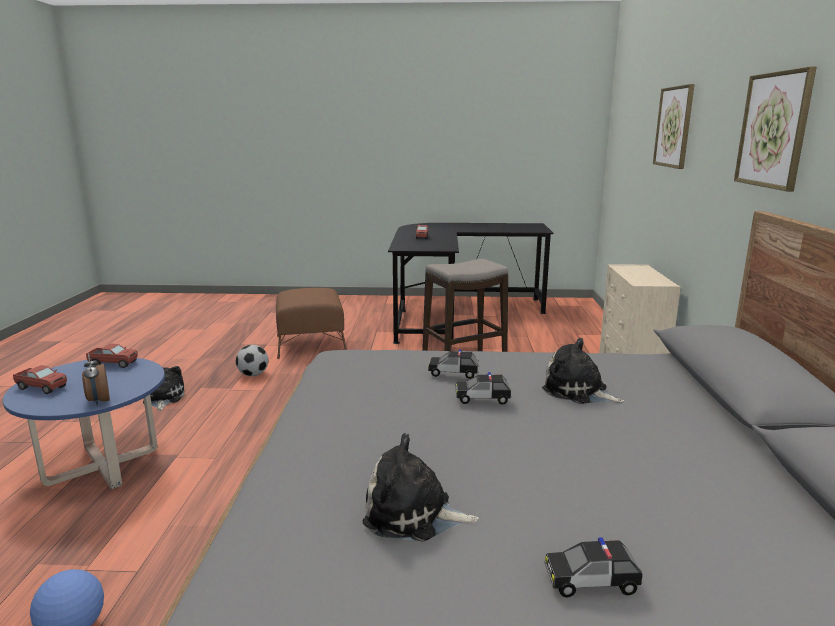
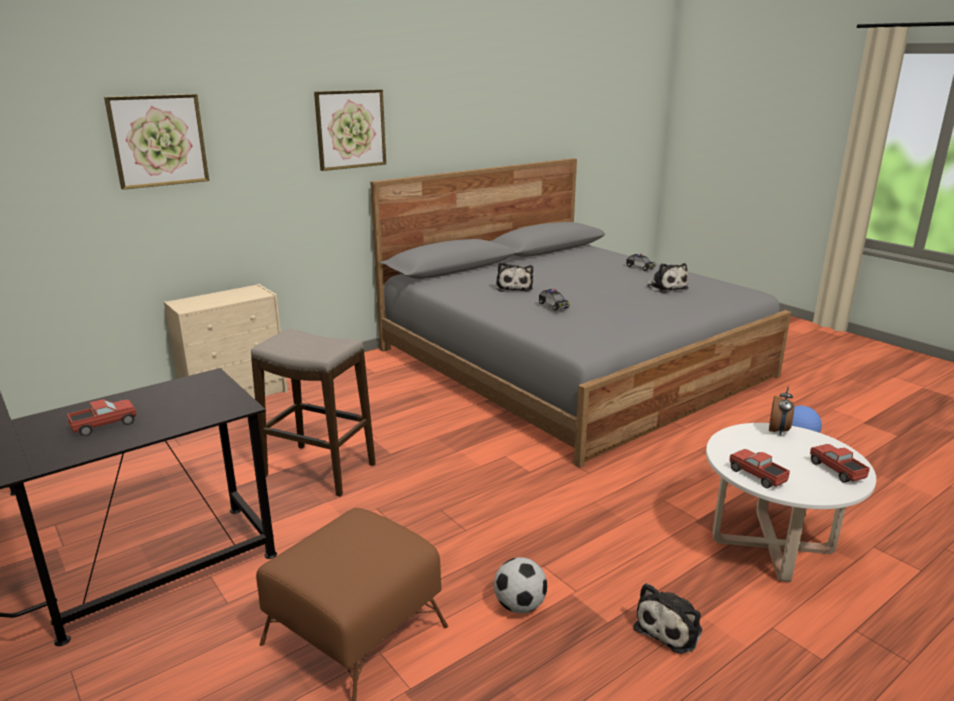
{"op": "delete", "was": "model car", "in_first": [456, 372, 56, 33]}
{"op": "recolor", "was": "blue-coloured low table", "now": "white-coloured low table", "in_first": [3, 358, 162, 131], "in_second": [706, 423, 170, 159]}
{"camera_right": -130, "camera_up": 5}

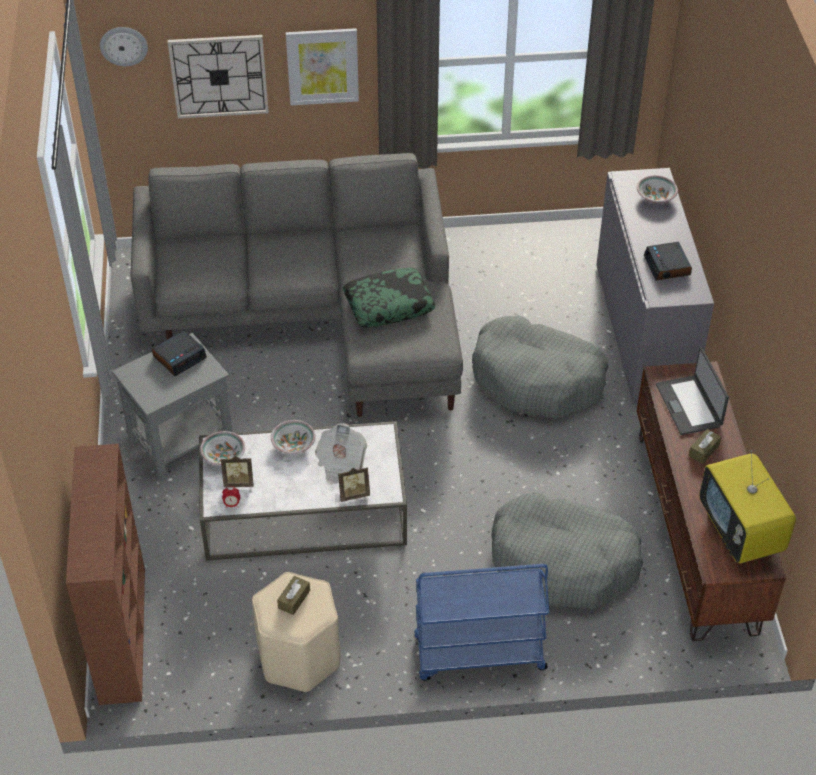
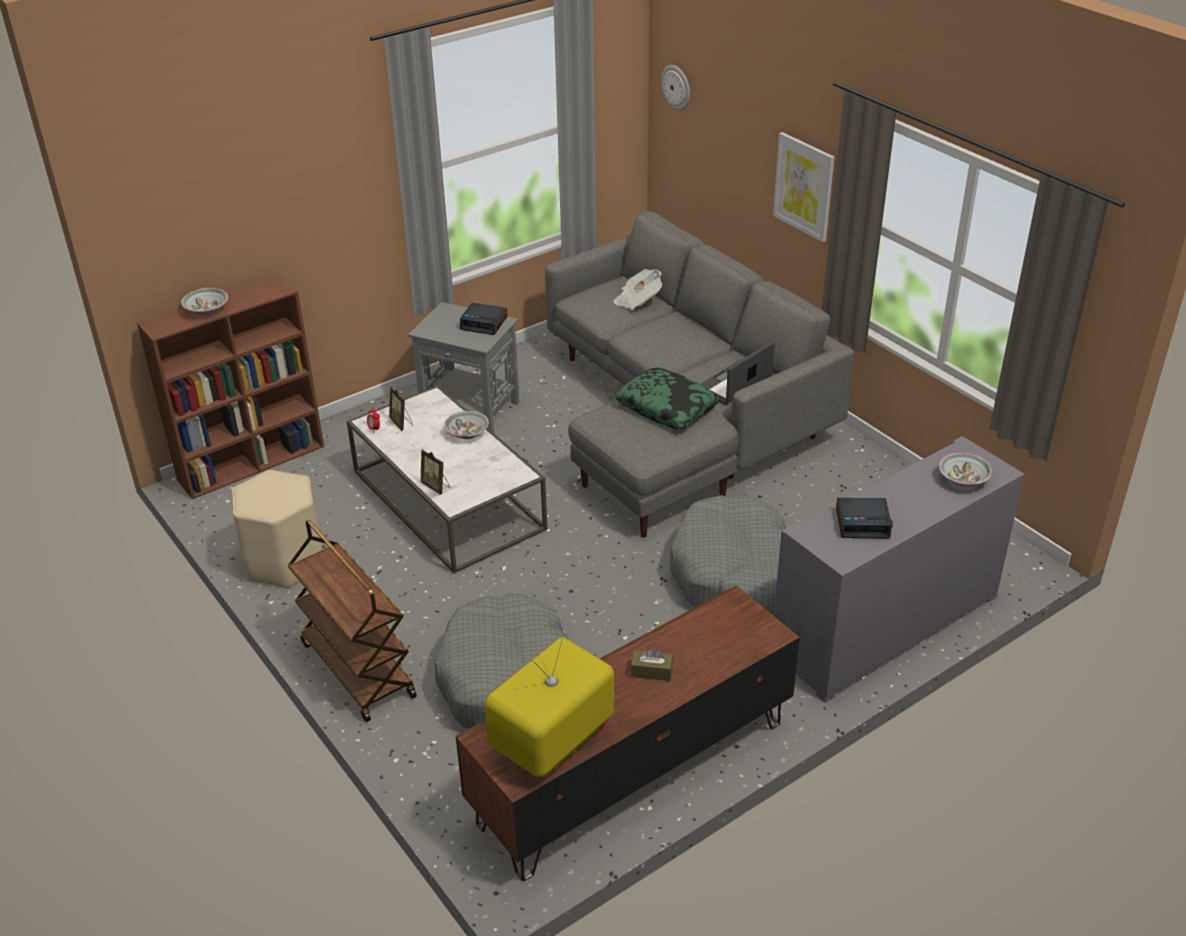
{"op": "delete", "was": "hanging clock", "in_first": [168, 35, 101, 84]}
{"op": "delete", "was": "brownish tissue holder", "in_first": [277, 576, 33, 39]}
{"op": "move", "was": "serving bowl", "in_first": [200, 431, 45, 35], "in_second": [181, 288, 47, 28]}
{"op": "move", "was": "newspaper", "in_first": [315, 423, 52, 61], "in_second": [614, 269, 48, 41]}
{"op": "move", "was": "portable computer", "in_first": [656, 347, 73, 88], "in_second": [701, 341, 74, 64]}
{"op": "recolor", "was": "blue-coloured cart", "now": "brownish cart", "in_first": [414, 564, 135, 117], "in_second": [288, 520, 129, 202]}
{"op": "rotate", "was": "alarm clock", "in_first": [644, 242, 48, 38], "in_second": [836, 498, 57, 40], "clockwise": -135}
{"camera_right": 60, "camera_up": -10}

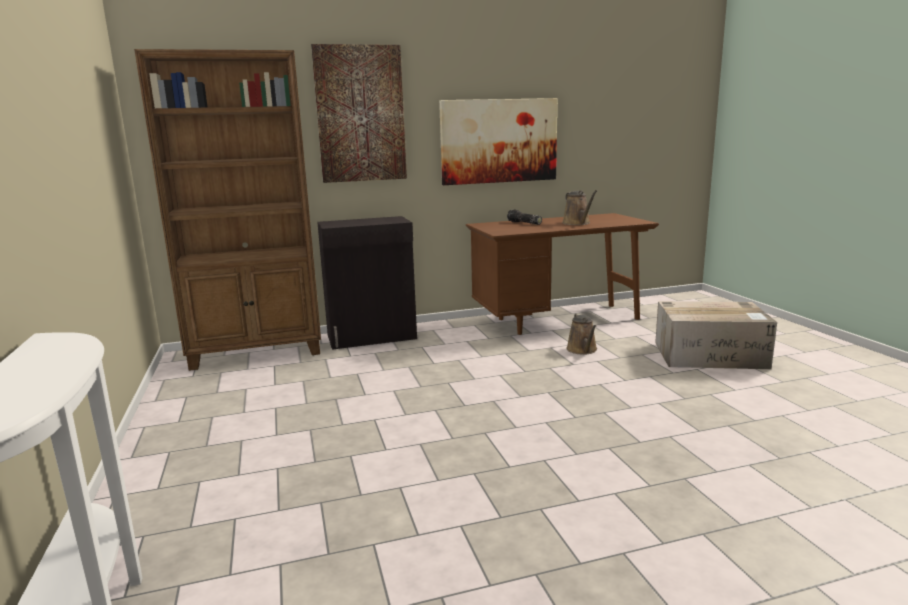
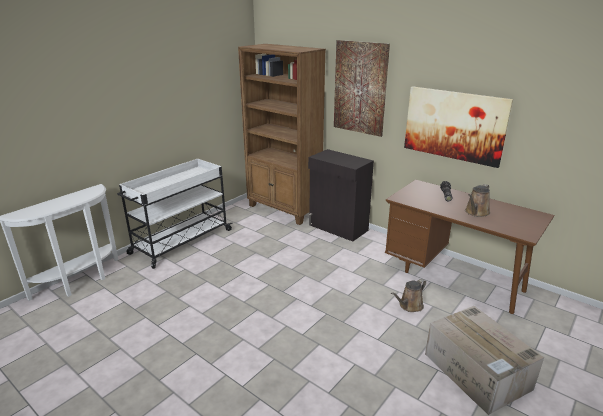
{"op": "insert", "now": "white-coloured cart", "in_second": [117, 159, 115, 110]}
{"camera_right": 55, "camera_up": 10}

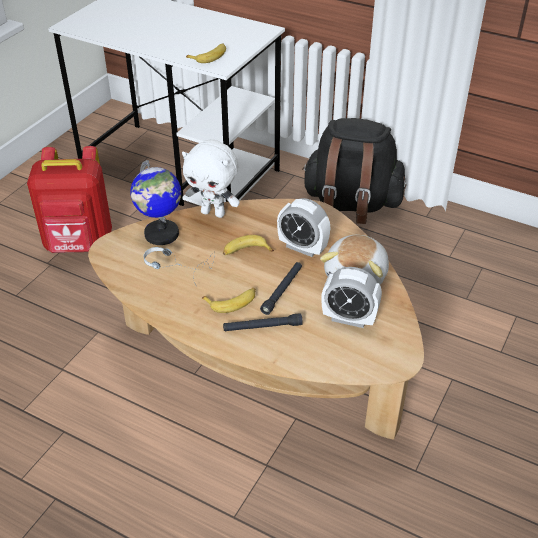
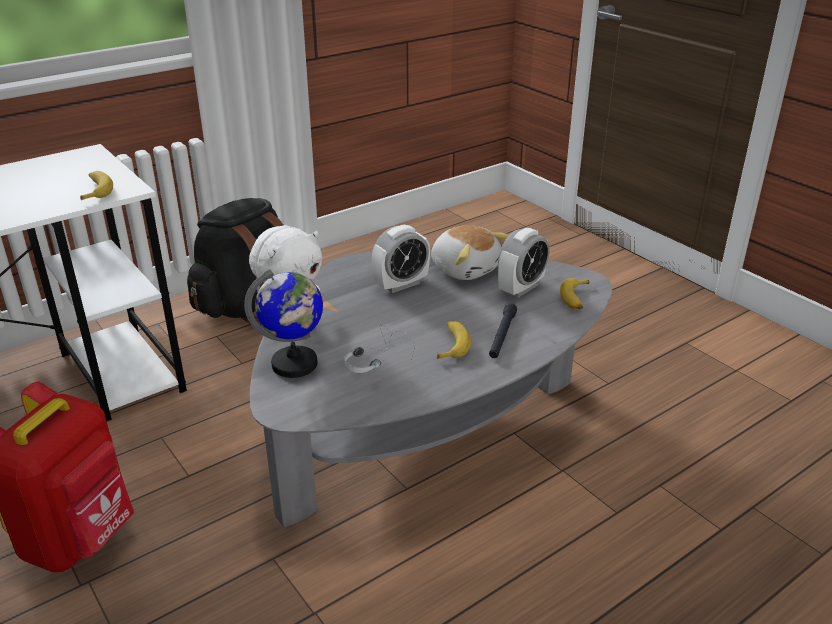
{"op": "delete", "was": "blackish torch", "in_first": [260, 262, 42, 53]}
{"op": "move", "was": "banana fruit", "in_first": [223, 235, 51, 20], "in_second": [560, 278, 29, 32]}
{"op": "recolor", "was": "brownish low table", "now": "gray low table", "in_first": [88, 199, 336, 241], "in_second": [250, 249, 362, 278]}
{"camera_right": -65, "camera_up": -10}

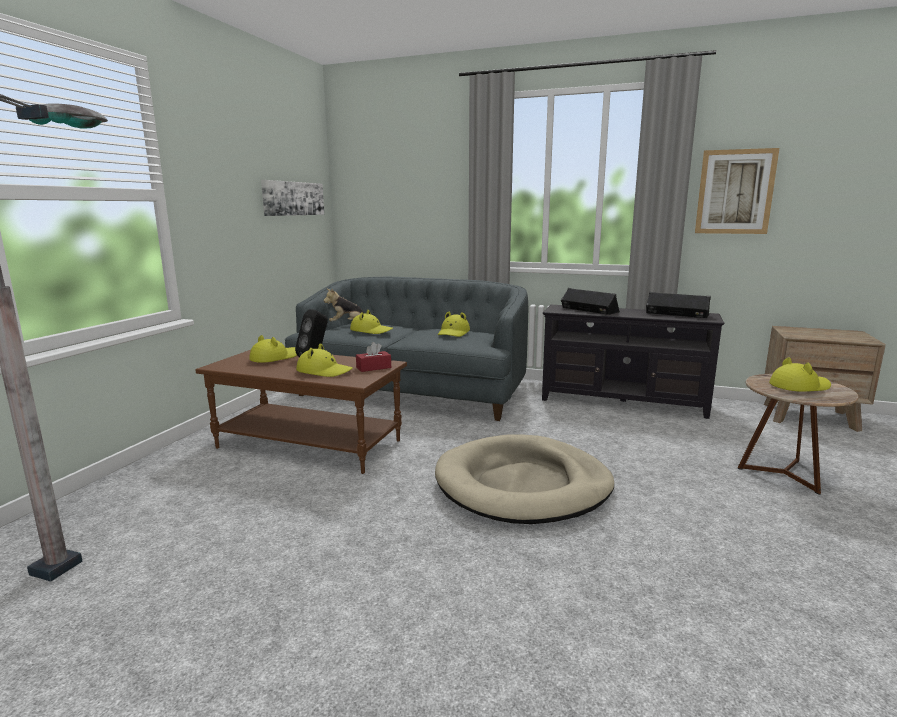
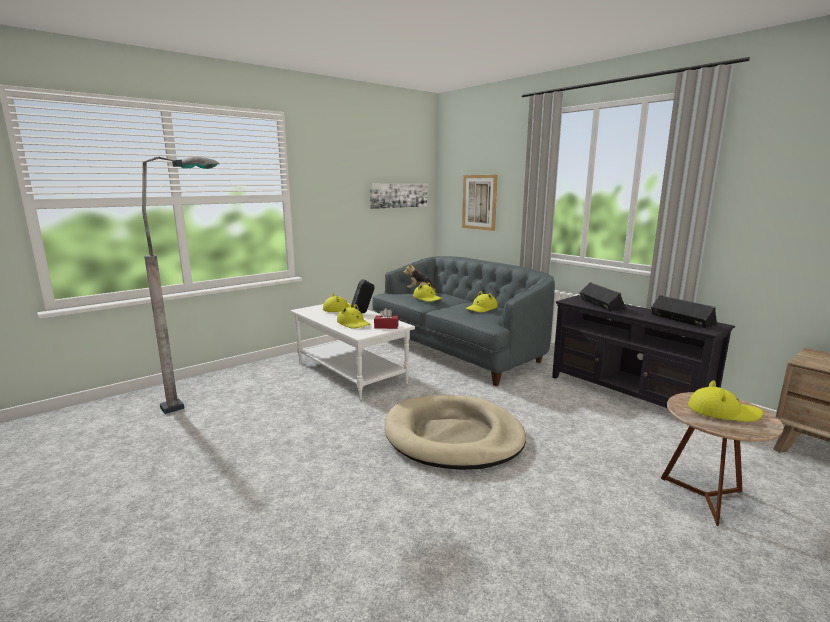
{"op": "move", "was": "wall picture", "in_first": [695, 148, 84, 86], "in_second": [462, 175, 36, 56]}
{"op": "recolor", "was": "brownish low table", "now": "white-coloured low table", "in_first": [196, 350, 211, 124], "in_second": [290, 303, 125, 97]}
{"camera_right": 30, "camera_up": 0}

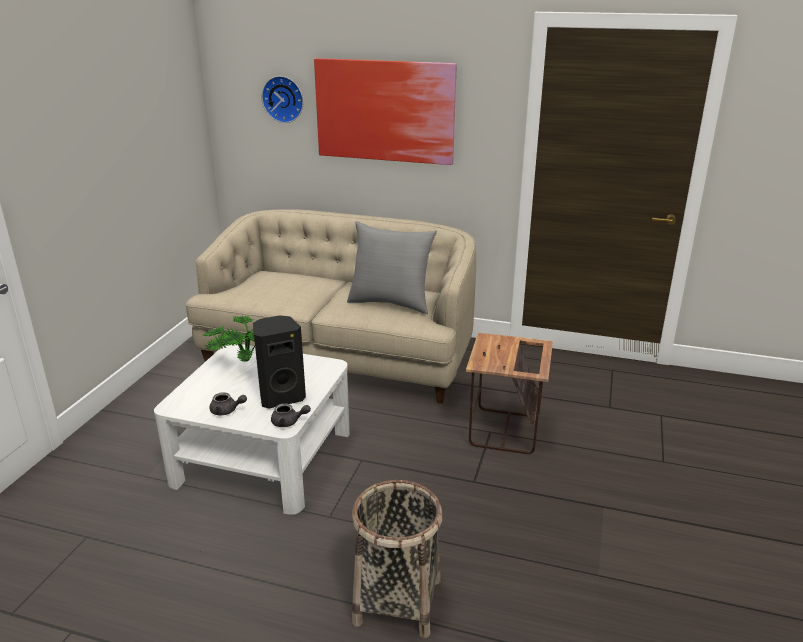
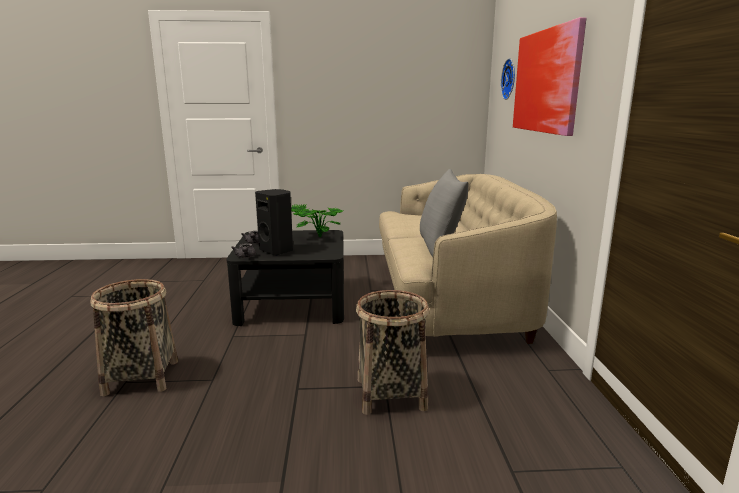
{"op": "replace", "was": "accent table", "now": "basket", "in_first": [466, 333, 87, 121], "in_second": [356, 290, 73, 125]}
{"op": "recolor", "was": "white-coloured low table", "now": "blackish low table", "in_first": [154, 344, 196, 171], "in_second": [226, 230, 118, 96]}
{"camera_right": 70, "camera_up": -10}

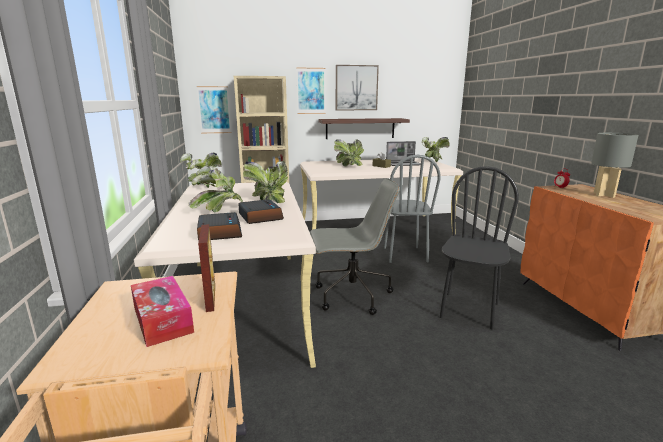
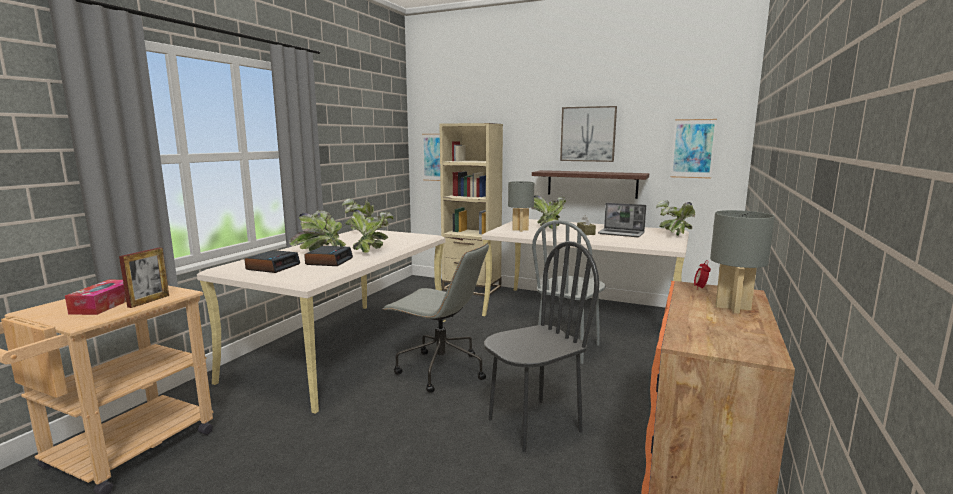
{"op": "insert", "now": "gray table lamp", "in_second": [508, 181, 26, 51]}
{"op": "move", "was": "wall picture", "in_first": [296, 67, 30, 47], "in_second": [671, 119, 46, 60]}
{"camera_right": 35, "camera_up": -5}

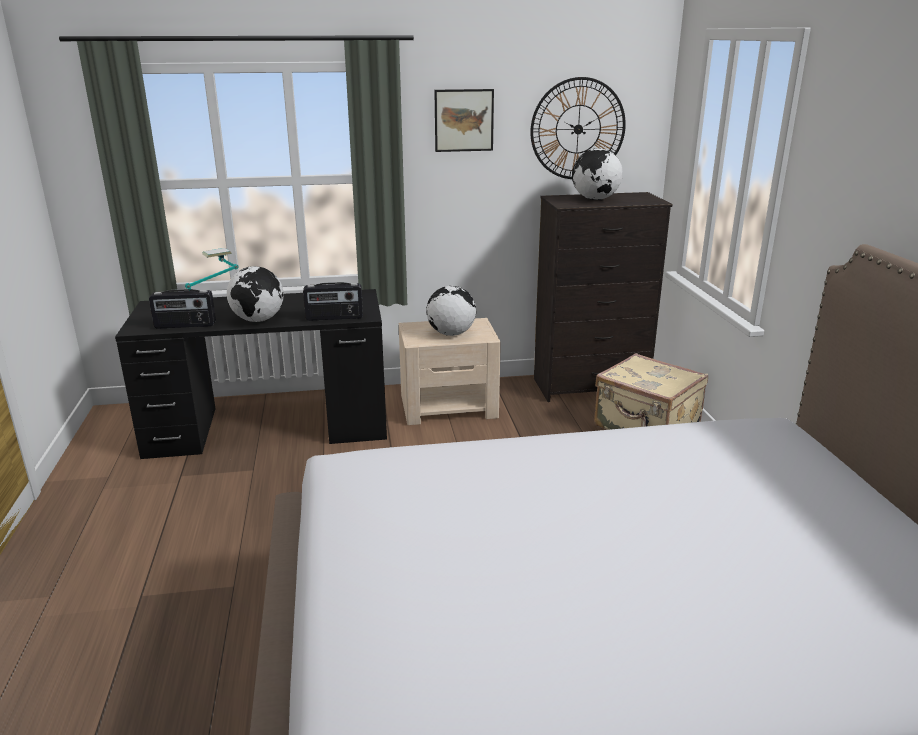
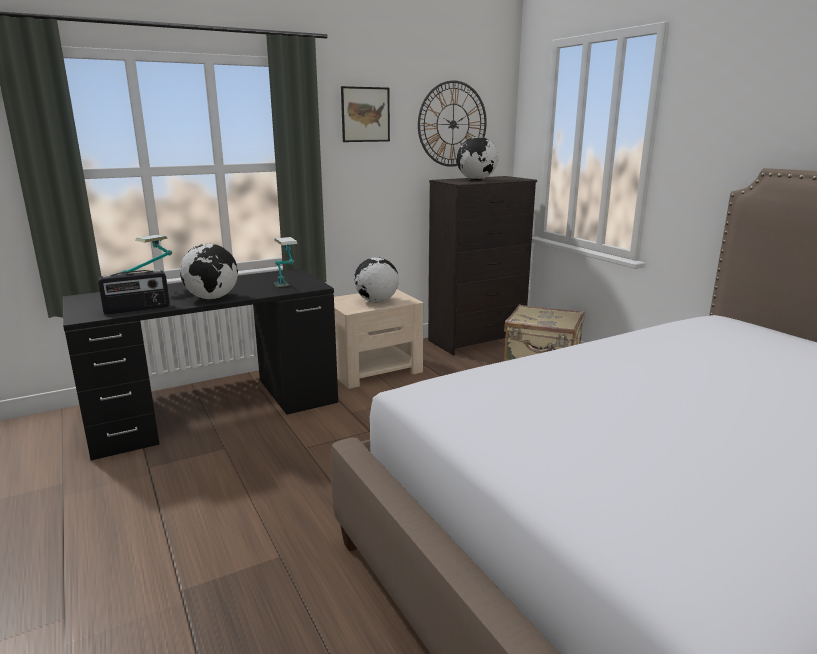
{"op": "replace", "was": "radio set", "now": "table lamp", "in_first": [303, 282, 60, 39], "in_second": [274, 237, 24, 50]}
{"camera_right": -20, "camera_up": -5}

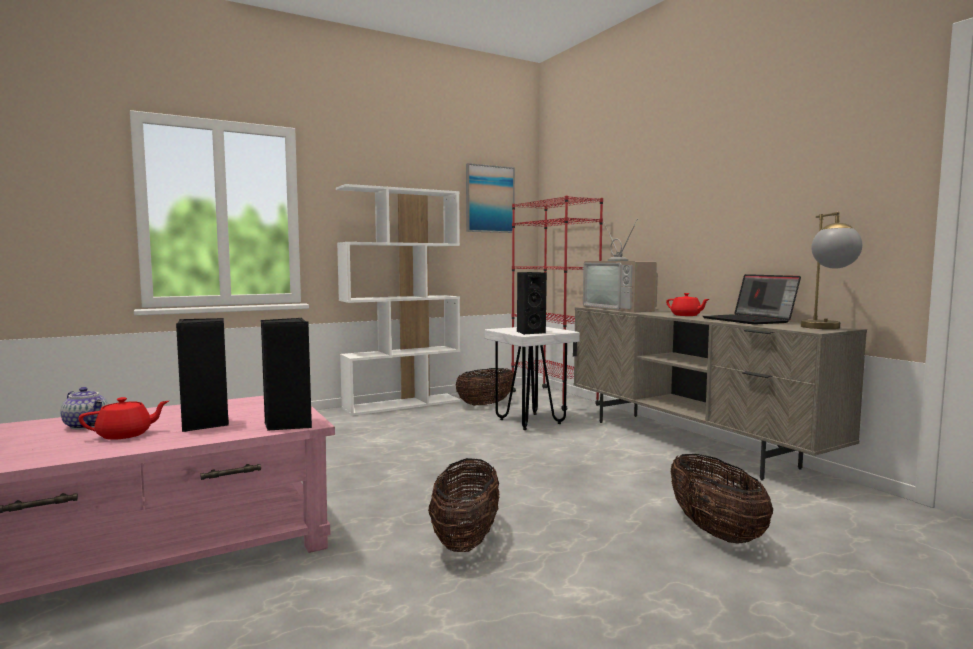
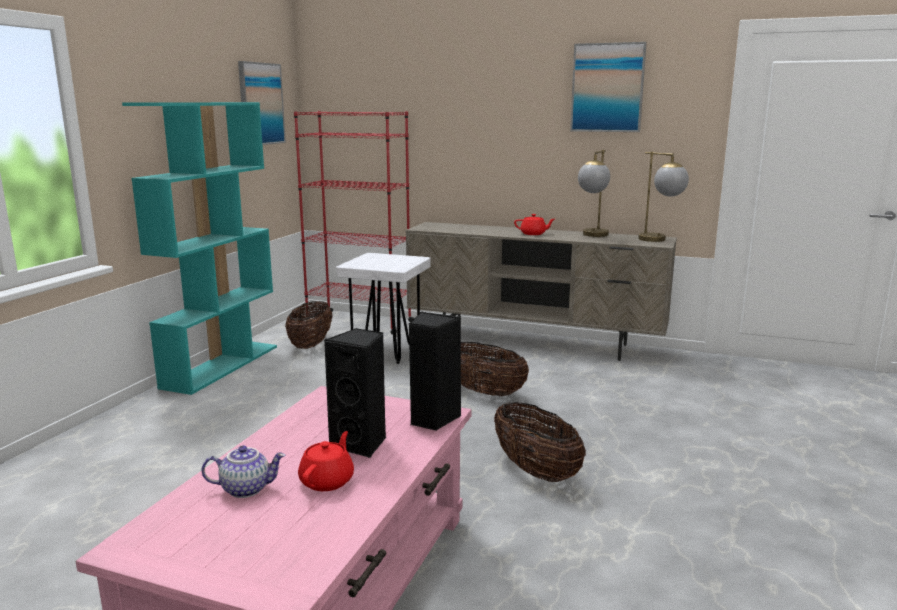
{"op": "delete", "was": "blackish speaker", "in_first": [517, 272, 30, 62]}
{"op": "delete", "was": "television", "in_first": [583, 219, 75, 94]}
{"op": "insert", "now": "wall picture", "in_second": [570, 42, 77, 90]}
{"op": "move", "was": "basket", "in_first": [671, 454, 102, 90], "in_second": [461, 342, 68, 54]}
{"op": "replace", "was": "portable computer", "now": "table lamp", "in_first": [703, 274, 98, 51], "in_second": [578, 150, 32, 87]}
{"op": "recolor", "was": "white-coloured shelving unit", "now": "turquoise-coloured shelving unit", "in_first": [336, 184, 124, 232], "in_second": [122, 102, 155, 293]}
{"camera_right": -40, "camera_up": 10}

